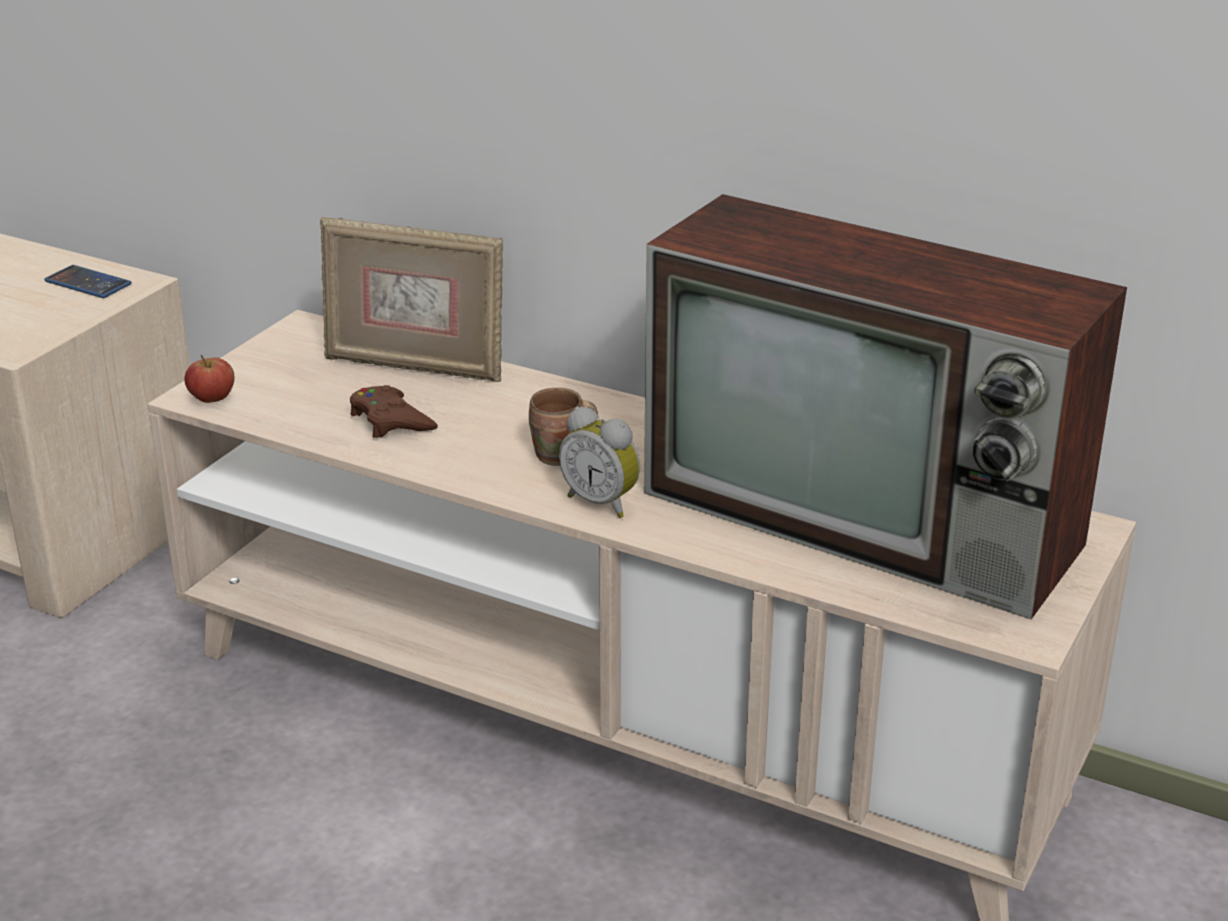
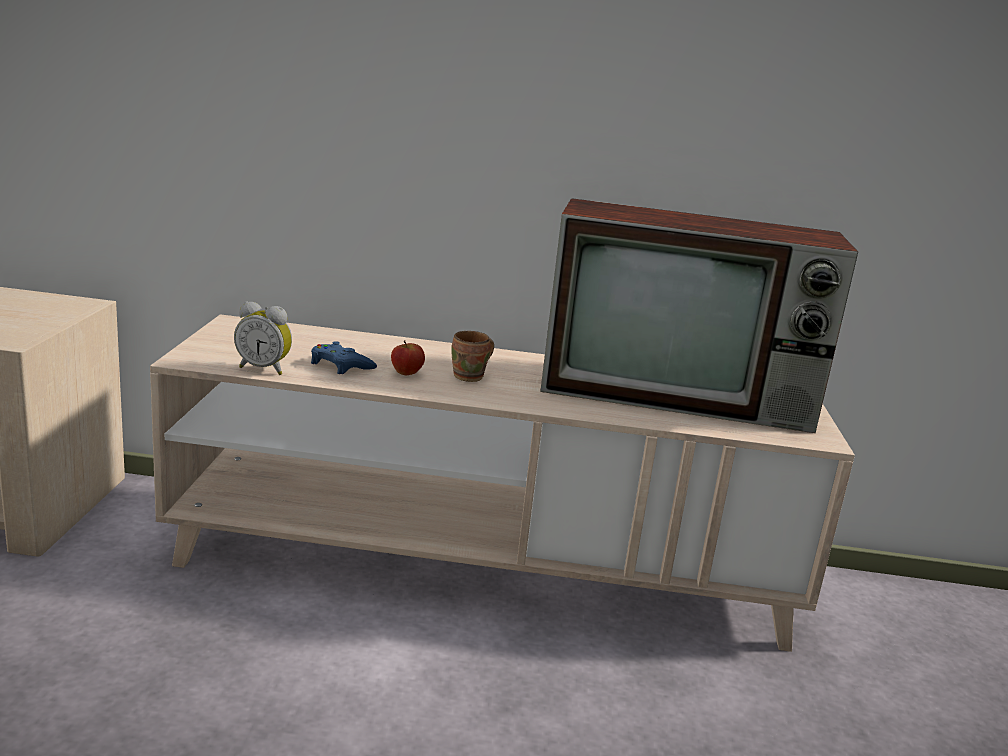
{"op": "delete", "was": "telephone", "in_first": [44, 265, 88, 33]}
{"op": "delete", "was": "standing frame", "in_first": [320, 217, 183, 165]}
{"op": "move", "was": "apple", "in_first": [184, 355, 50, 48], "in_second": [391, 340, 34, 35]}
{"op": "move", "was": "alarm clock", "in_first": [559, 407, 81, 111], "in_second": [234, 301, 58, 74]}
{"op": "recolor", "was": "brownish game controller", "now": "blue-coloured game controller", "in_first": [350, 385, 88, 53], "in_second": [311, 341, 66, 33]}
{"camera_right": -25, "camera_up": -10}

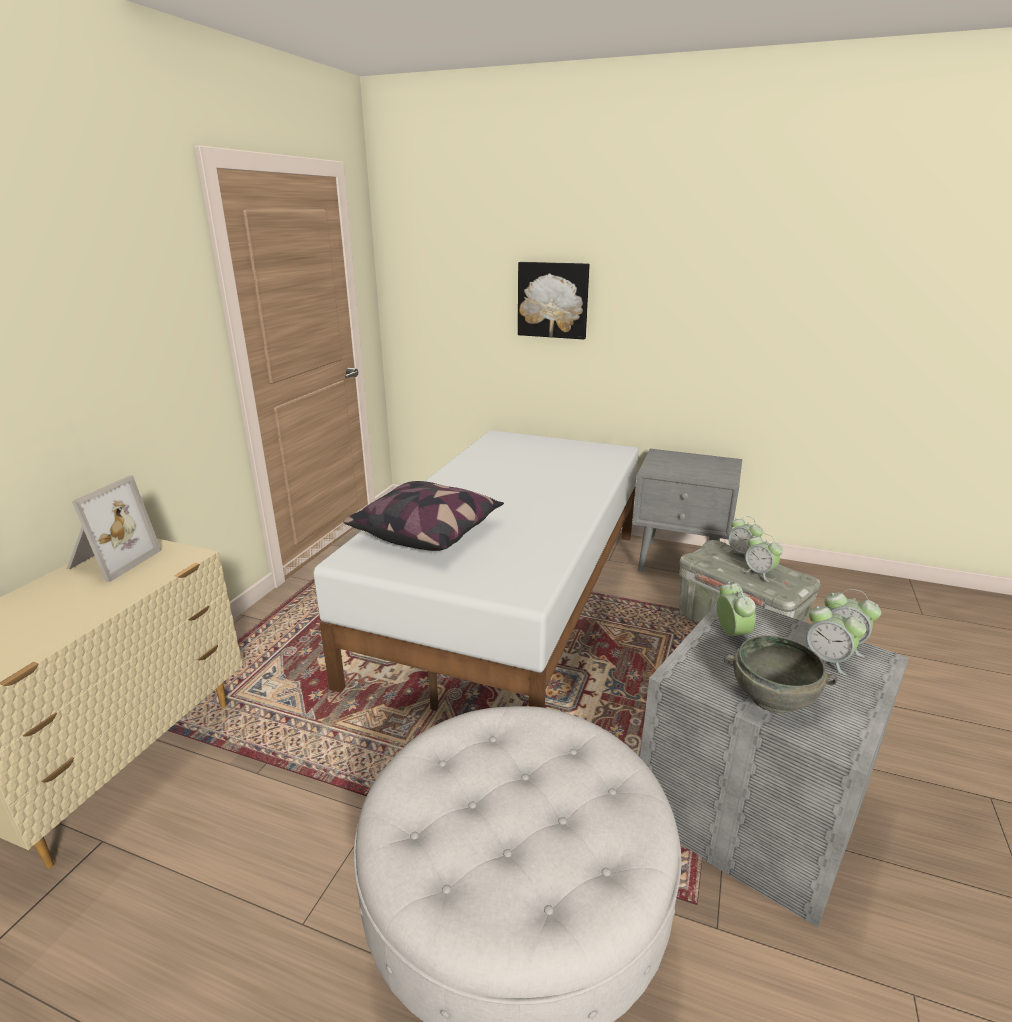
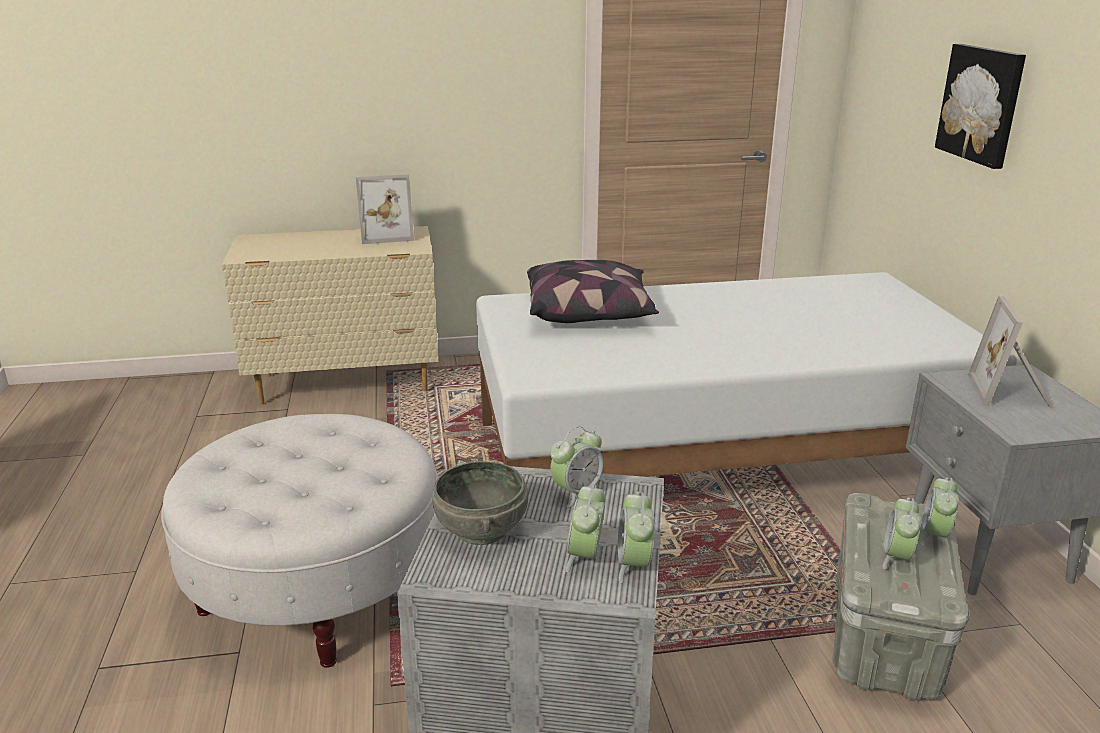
{"op": "insert", "now": "standing frame", "in_second": [968, 296, 86, 112]}
{"camera_right": 60, "camera_up": 0}

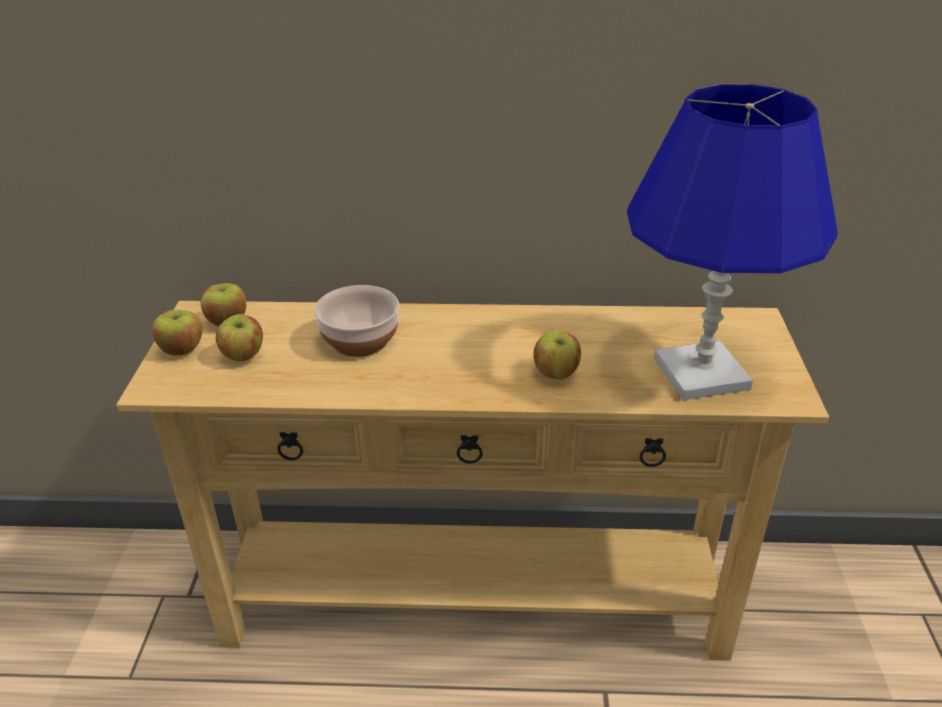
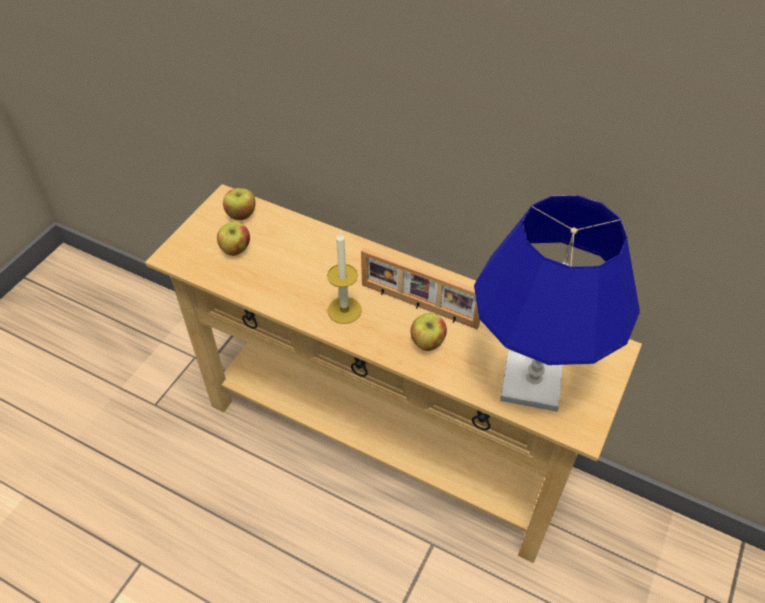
{"op": "delete", "was": "apple", "in_first": [152, 310, 51, 46]}
{"op": "delete", "was": "serving bowl", "in_first": [314, 285, 85, 72]}
{"op": "insert", "now": "wax candle", "in_second": [327, 232, 35, 92]}
{"op": "insert", "now": "standing frame", "in_second": [361, 247, 119, 82]}
{"camera_right": 25, "camera_up": 15}

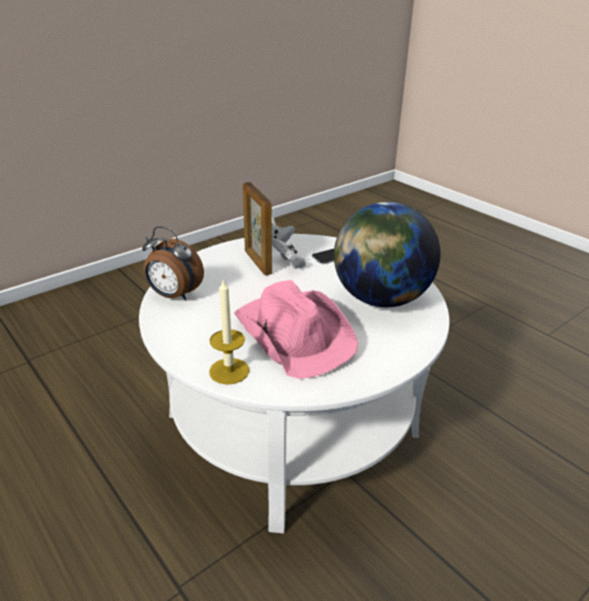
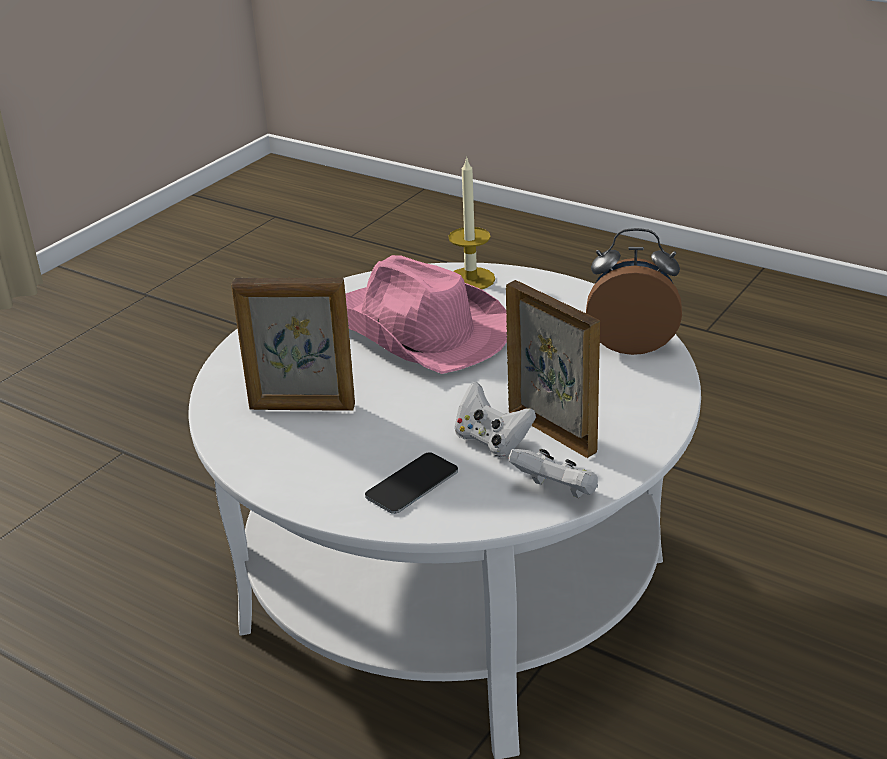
{"op": "replace", "was": "world globe", "now": "standing frame", "in_first": [334, 202, 106, 105], "in_second": [231, 278, 124, 133]}
{"camera_right": 165, "camera_up": 0}

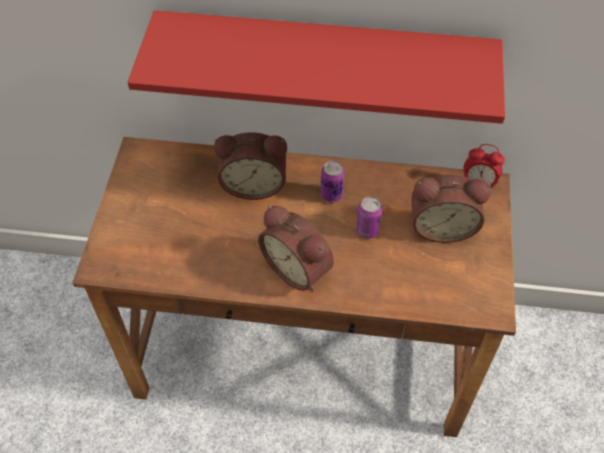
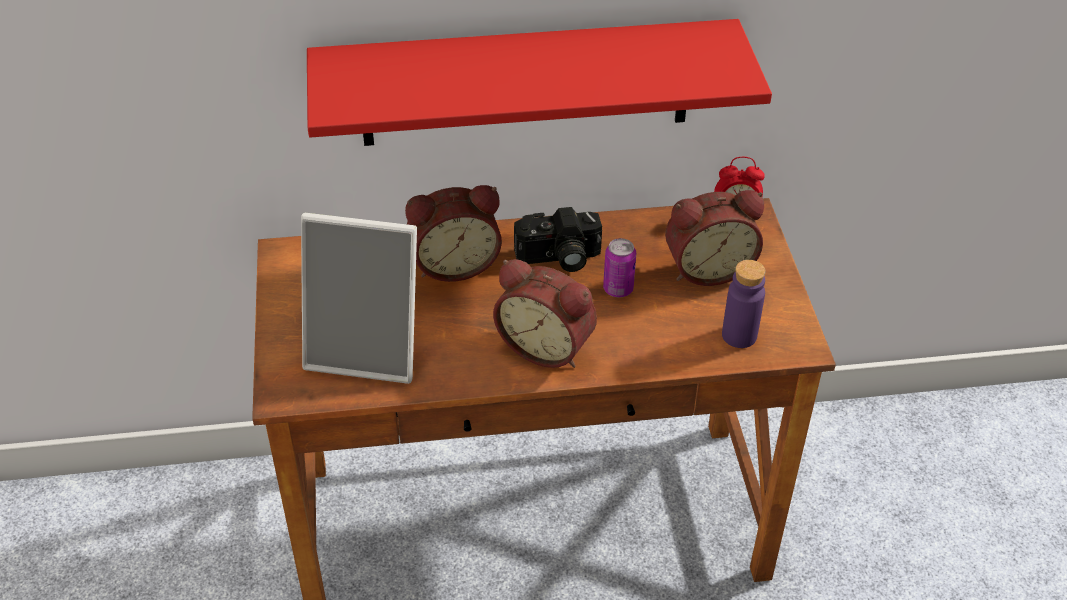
{"op": "insert", "now": "standing frame", "in_second": [301, 213, 116, 171]}
{"op": "insert", "now": "purple beverage bottle", "in_second": [722, 260, 44, 88]}
{"op": "replace", "was": "sealed can", "now": "photo camera", "in_first": [320, 161, 25, 42], "in_second": [514, 207, 88, 65]}
{"camera_right": -15, "camera_up": -10}

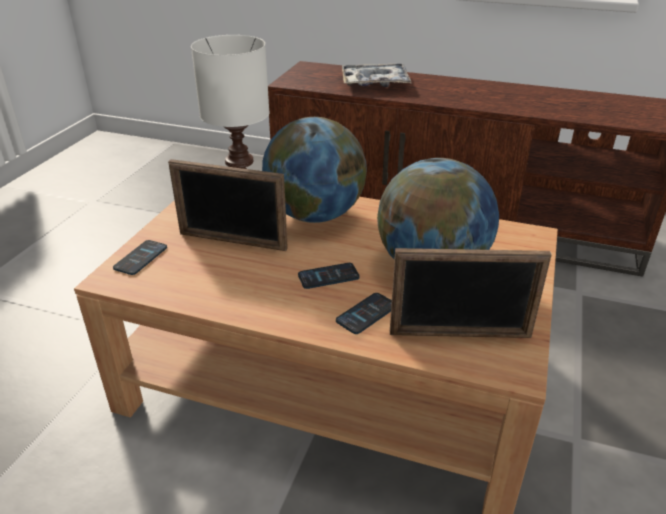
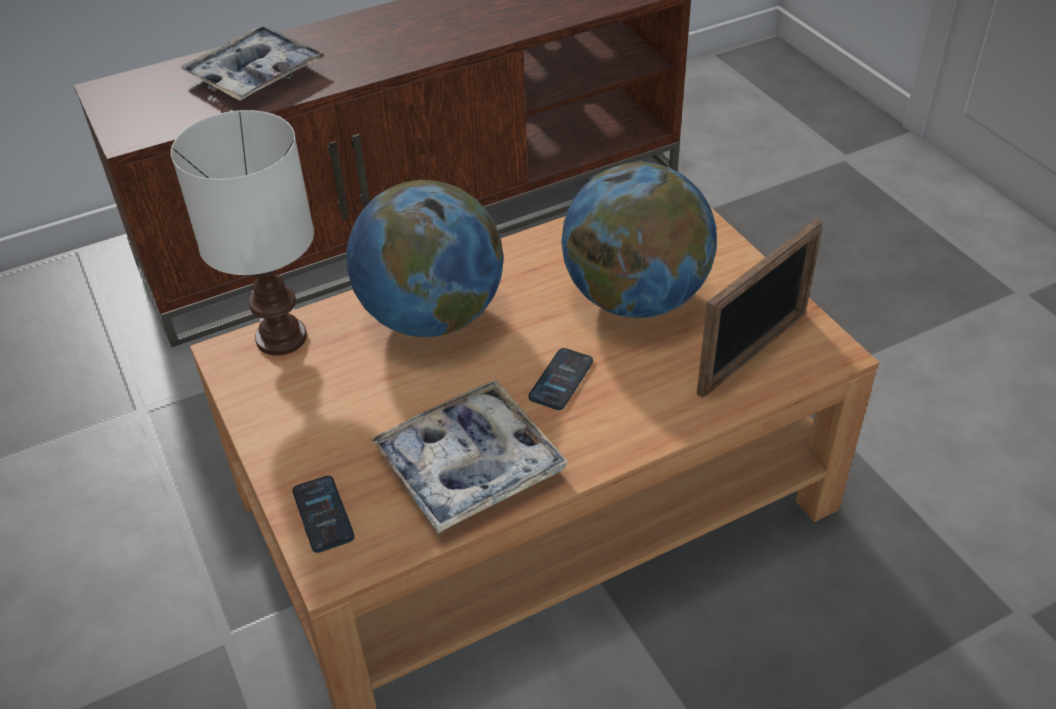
{"op": "delete", "was": "standing frame", "in_first": [168, 159, 120, 92]}
{"op": "delete", "was": "telephone", "in_first": [336, 293, 56, 41]}
{"op": "insert", "now": "tray", "in_second": [370, 379, 198, 155]}
{"camera_right": -45, "camera_up": 10}

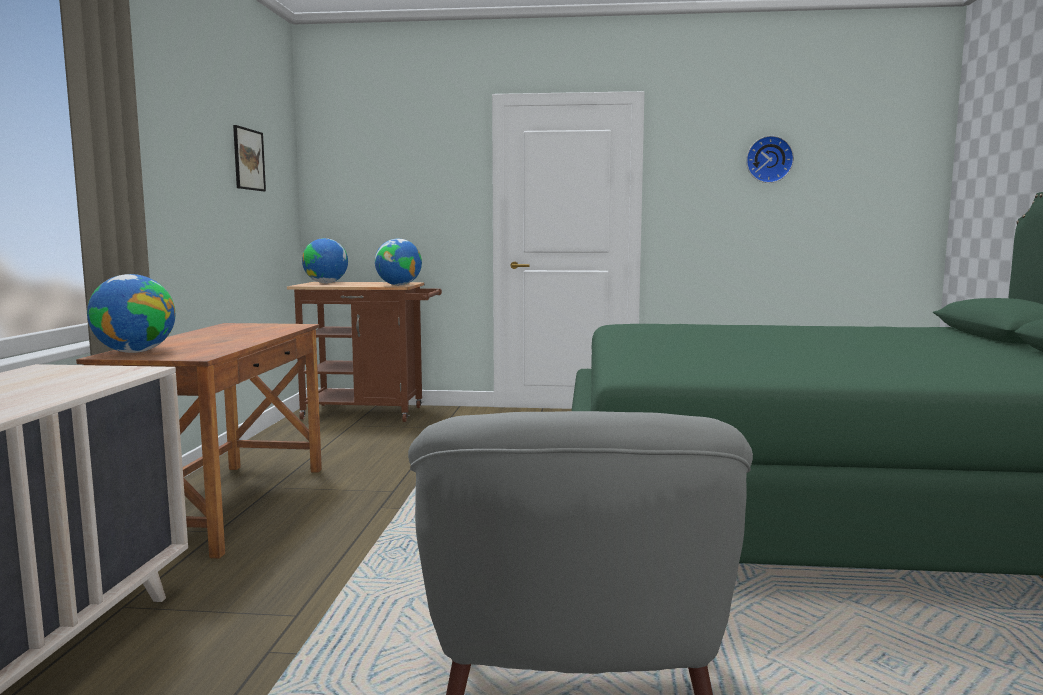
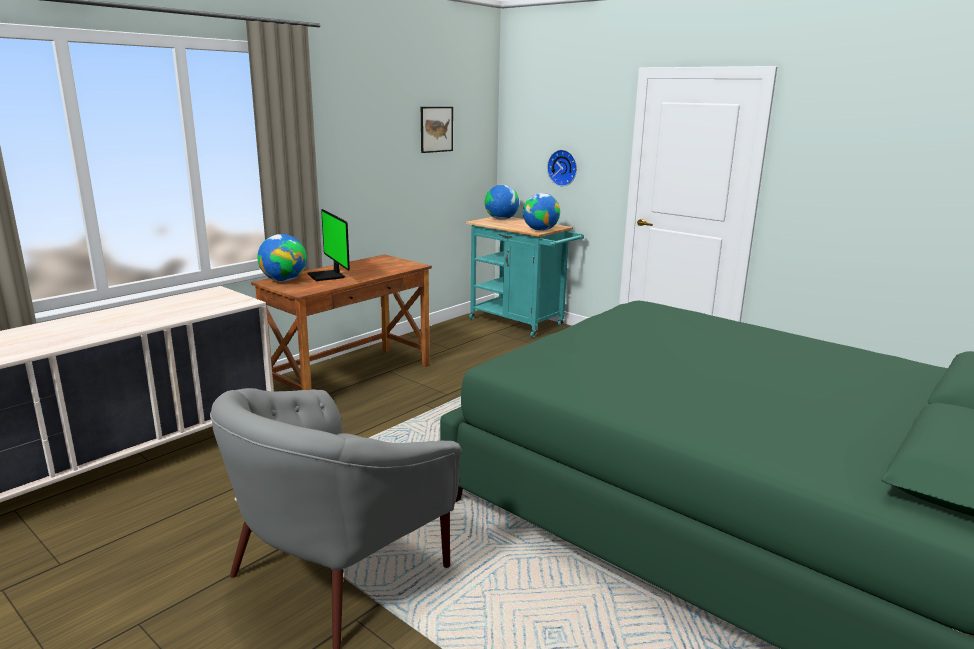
{"op": "insert", "now": "computer screen", "in_second": [308, 209, 42, 72]}
{"op": "move", "was": "hanging clock", "in_first": [746, 136, 48, 47], "in_second": [547, 149, 30, 37]}
{"op": "recolor", "was": "brownish cart", "now": "turquoise-coloured cart", "in_first": [287, 282, 155, 140], "in_second": [466, 217, 118, 120]}
{"camera_right": 35, "camera_up": 10}

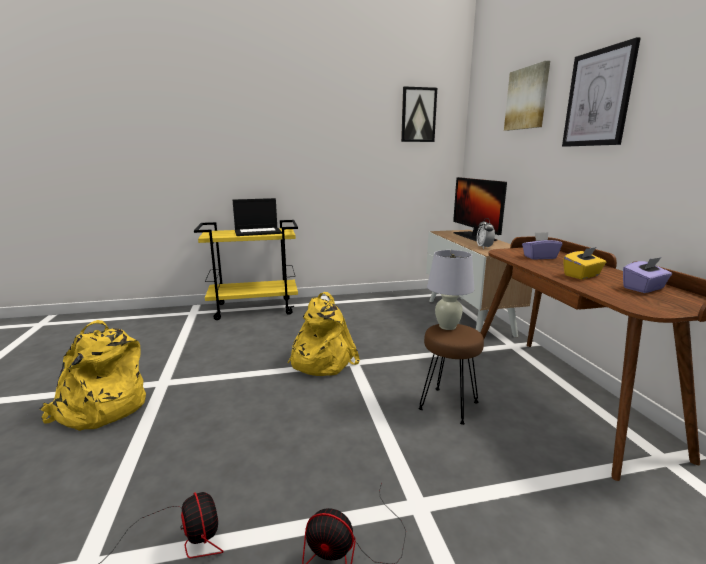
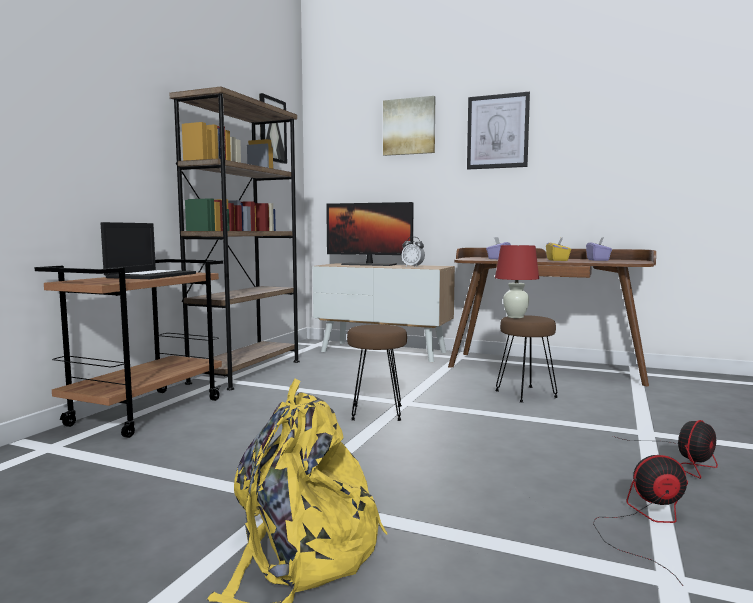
{"op": "insert", "now": "brownish shelving unit", "in_second": [170, 86, 130, 304]}
{"op": "replace", "was": "yellow-coloured rucksack", "now": "brownish stool seat", "in_first": [287, 292, 73, 84], "in_second": [347, 324, 60, 97]}
{"op": "recolor", "was": "yellow-coloured cart", "now": "brownish cart", "in_first": [194, 220, 104, 100], "in_second": [34, 259, 190, 179]}
{"op": "recolor", "was": "white-coloured table lamp", "now": "reddish table lamp", "in_first": [427, 250, 48, 80], "in_second": [495, 245, 44, 73]}
{"camera_right": -55, "camera_up": -10}

